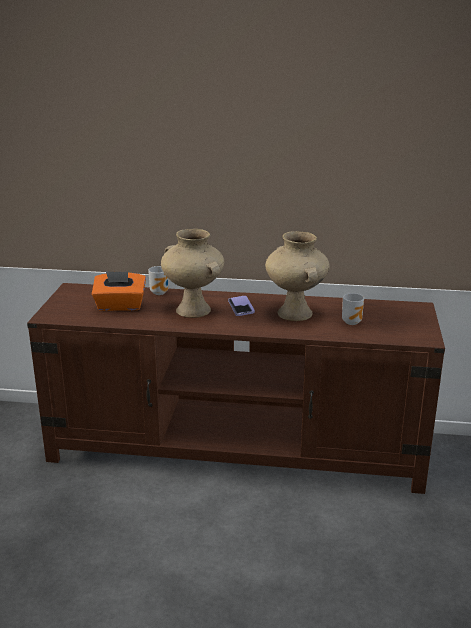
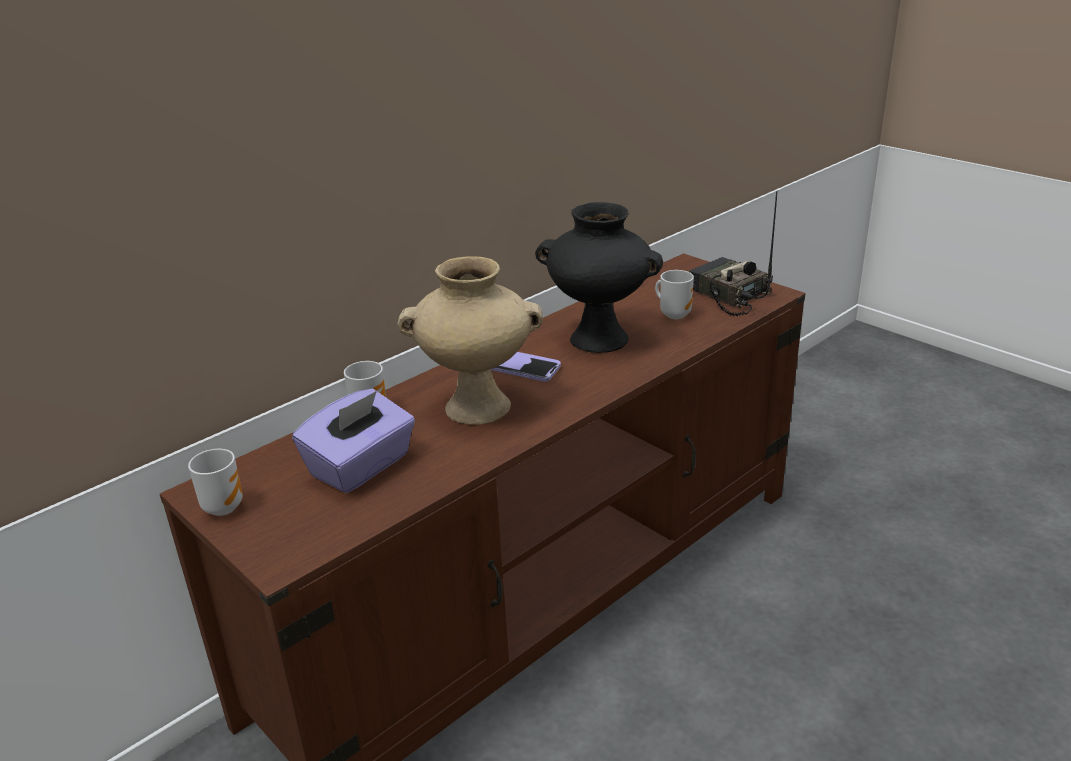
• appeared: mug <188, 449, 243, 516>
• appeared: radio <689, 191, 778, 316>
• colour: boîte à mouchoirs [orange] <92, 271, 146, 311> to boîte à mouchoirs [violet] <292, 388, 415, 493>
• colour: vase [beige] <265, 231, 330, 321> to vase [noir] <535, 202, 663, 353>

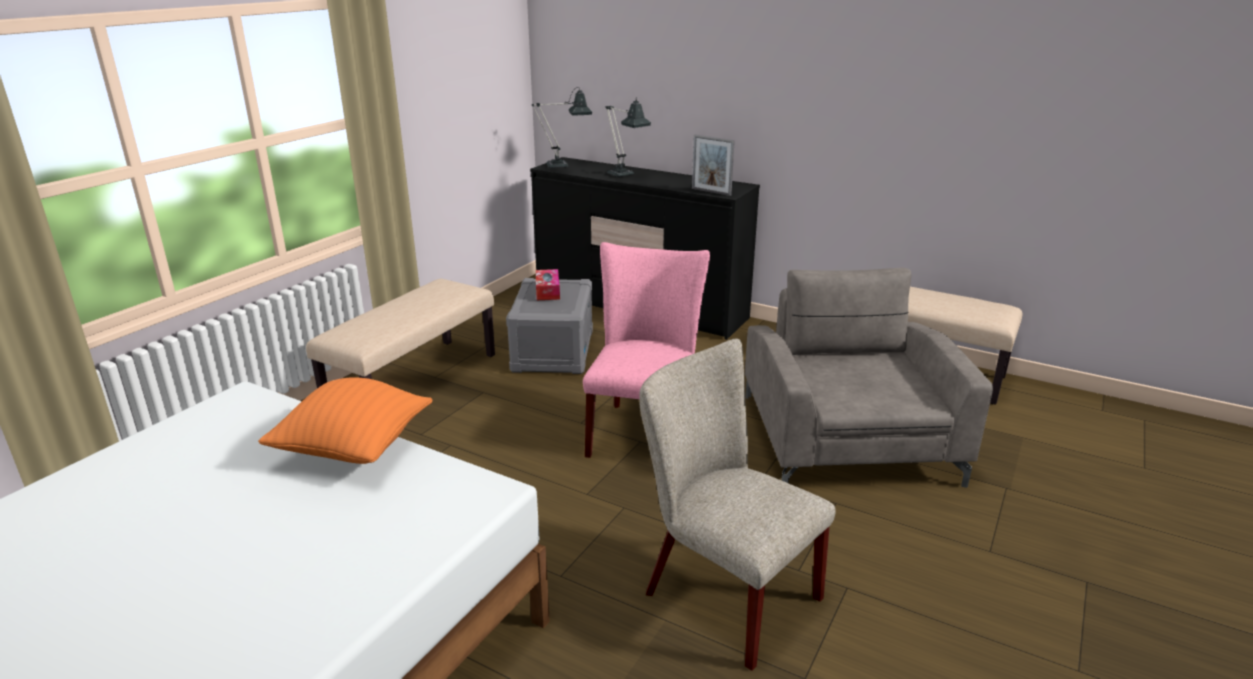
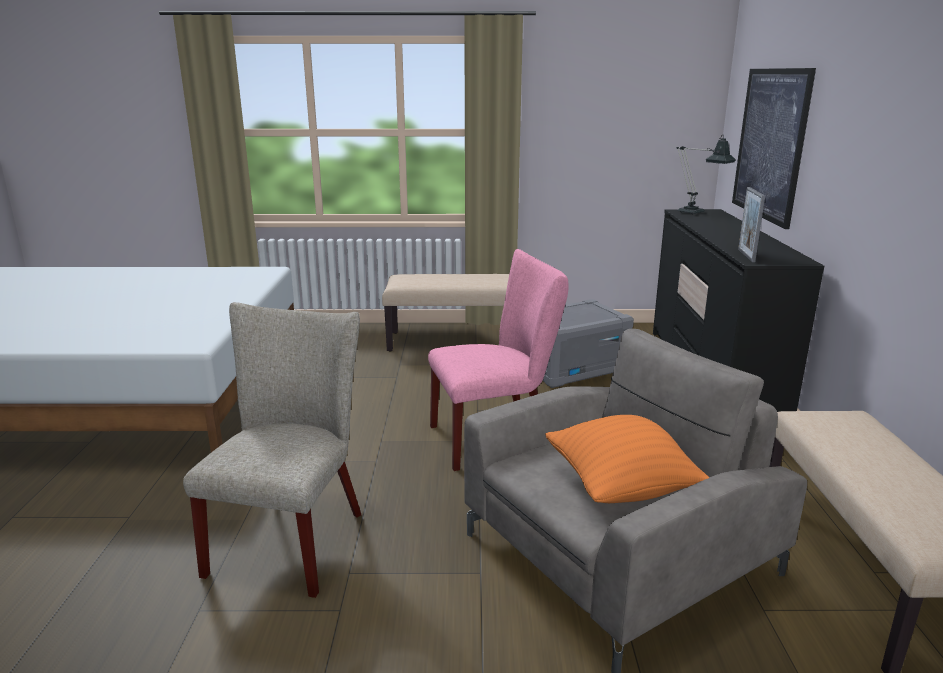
• missing: boîte à mouchoirs <536, 269, 560, 300>
• missing: lampe de table <606, 97, 651, 177>
• appeared: tableau <732, 68, 816, 229>
• relocated: coussin [orange] <258, 377, 433, 464> to <545, 415, 710, 503>

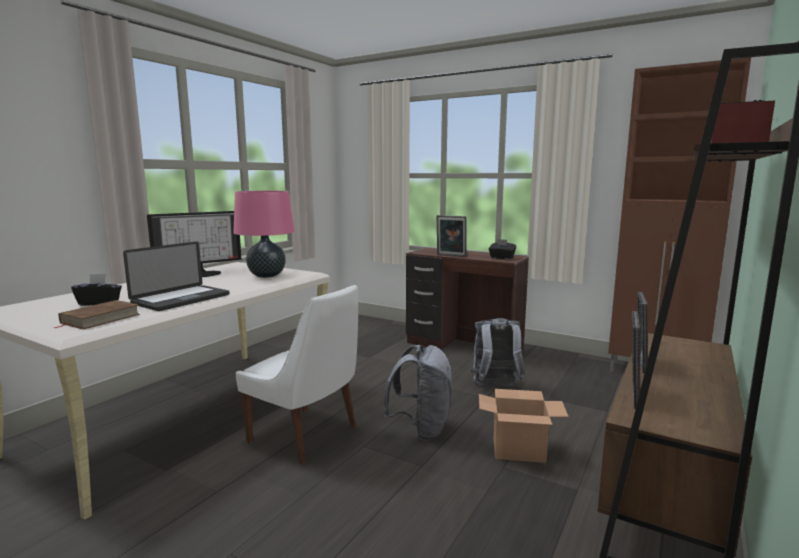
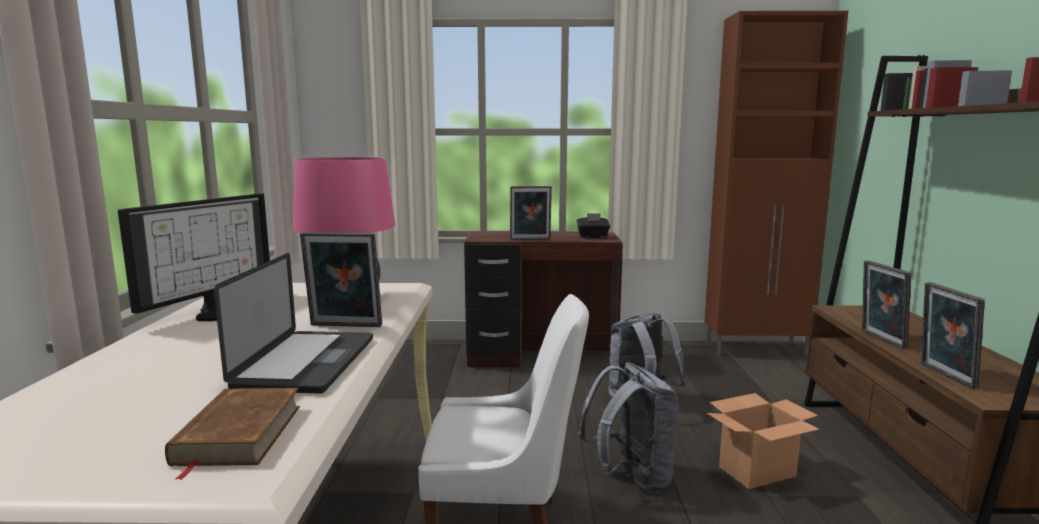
• missing: boîte à mouchoirs [noir] <71, 274, 122, 306>
• appeared: cadre photo <300, 232, 382, 327>

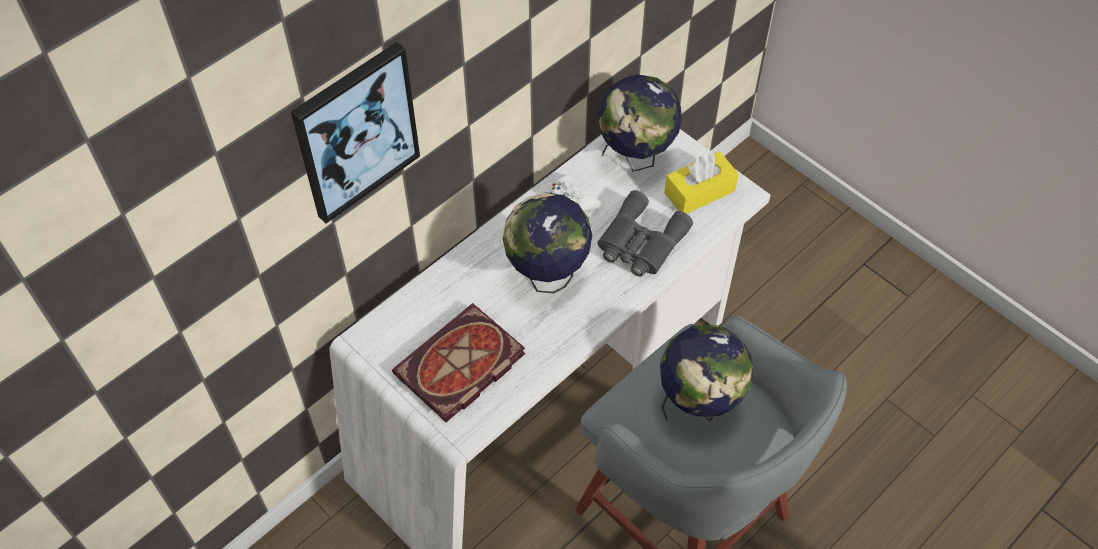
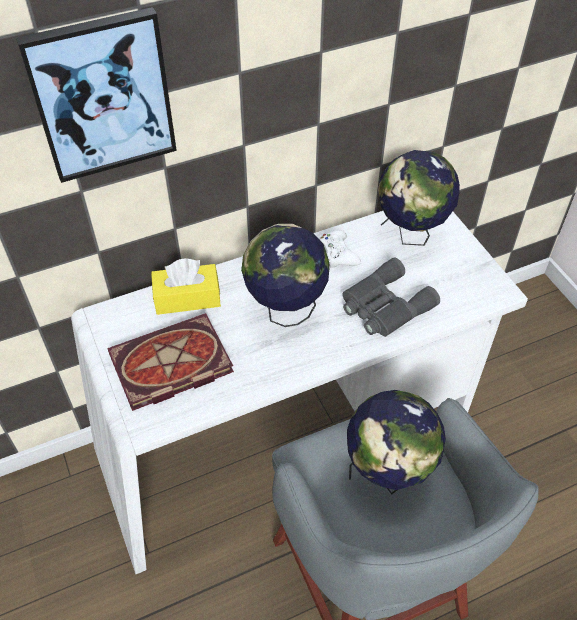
• relocated: boîte à mouchoirs [jaune] <664, 151, 739, 214> to <151, 258, 221, 315>

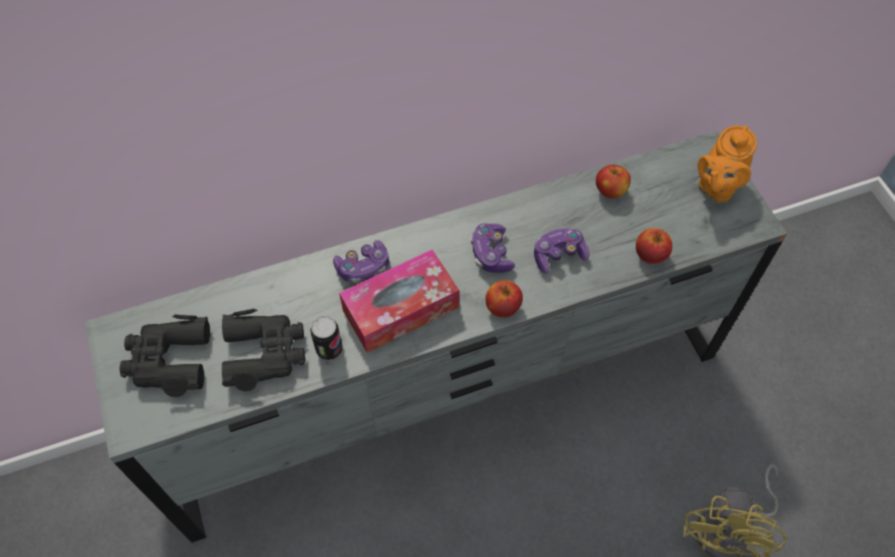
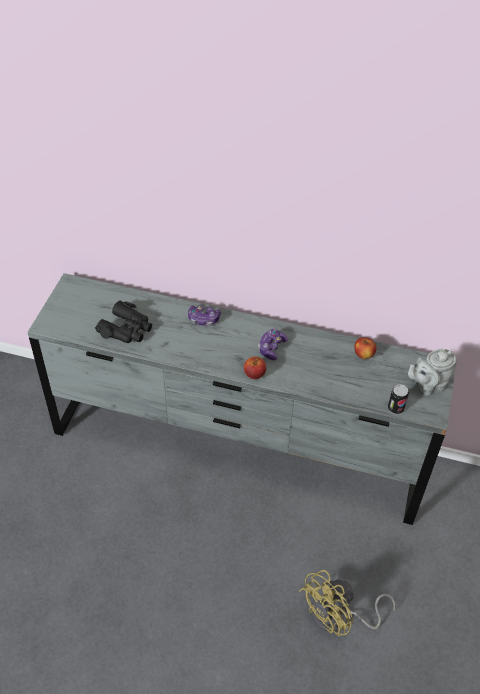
• missing: jumelles [noir] <120, 315, 210, 397>
• missing: boîte à mouchoirs <339, 249, 459, 353>
• missing: manette <534, 228, 590, 274>
• missing: pomme <636, 228, 672, 264>
• relocated: boîte métallique <310, 316, 343, 360> to <388, 384, 409, 414>
• colour: théière [orange] <697, 125, 757, 203> to théière [gris] <408, 349, 456, 396>

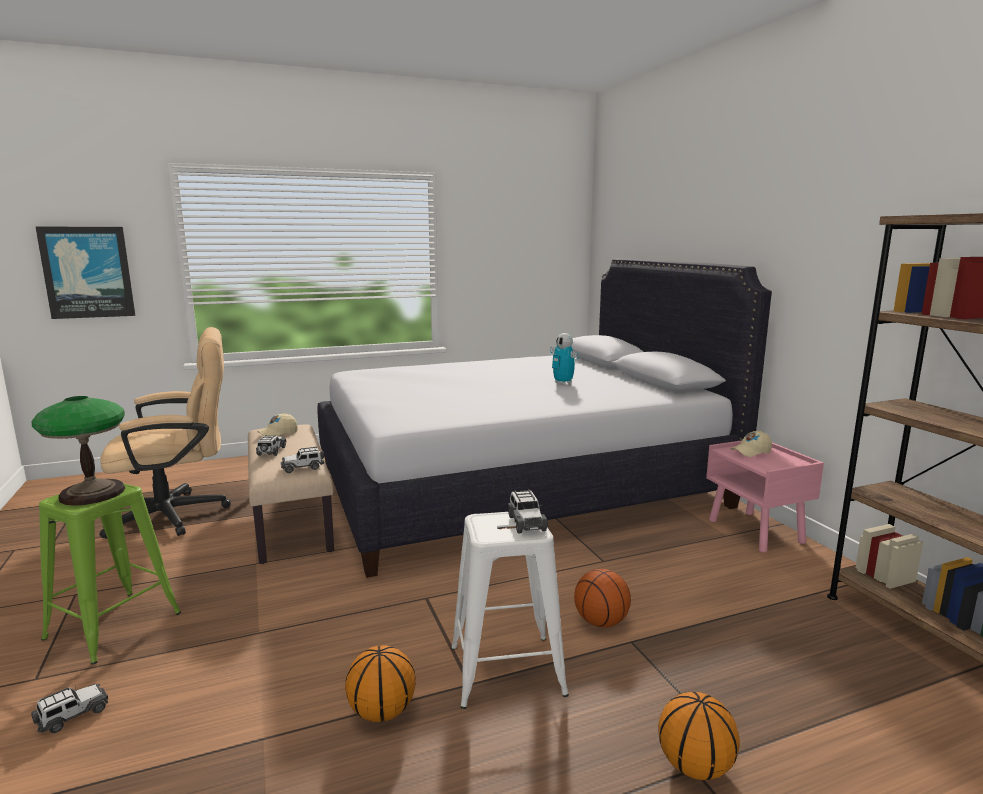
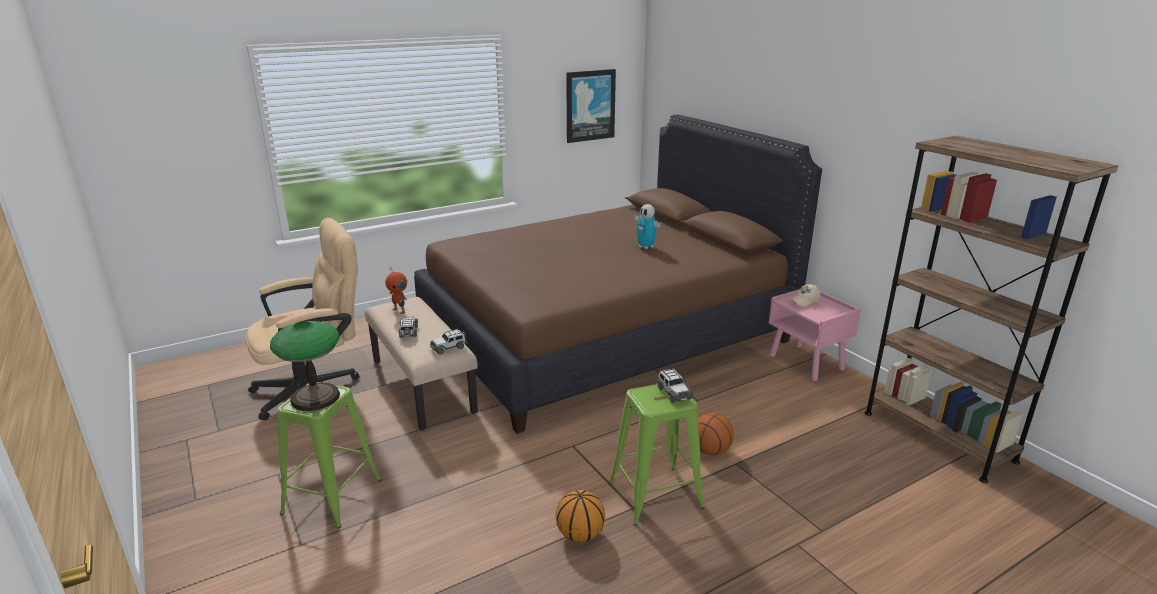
• missing: petite voiture <31, 684, 108, 733>
• missing: ballon de basket <658, 692, 740, 780>
• relocated: tableau <35, 226, 135, 319> to <566, 69, 616, 143>
• exchanged: casquette [beige] <257, 413, 298, 436> to robot jouet <385, 266, 407, 314>
• colour: lit [blanc] <317, 259, 772, 578> to lit [marron] <414, 114, 822, 434>
• colour: tabouret [blanc] <451, 512, 569, 709> to tabouret [vert] <609, 384, 705, 526>

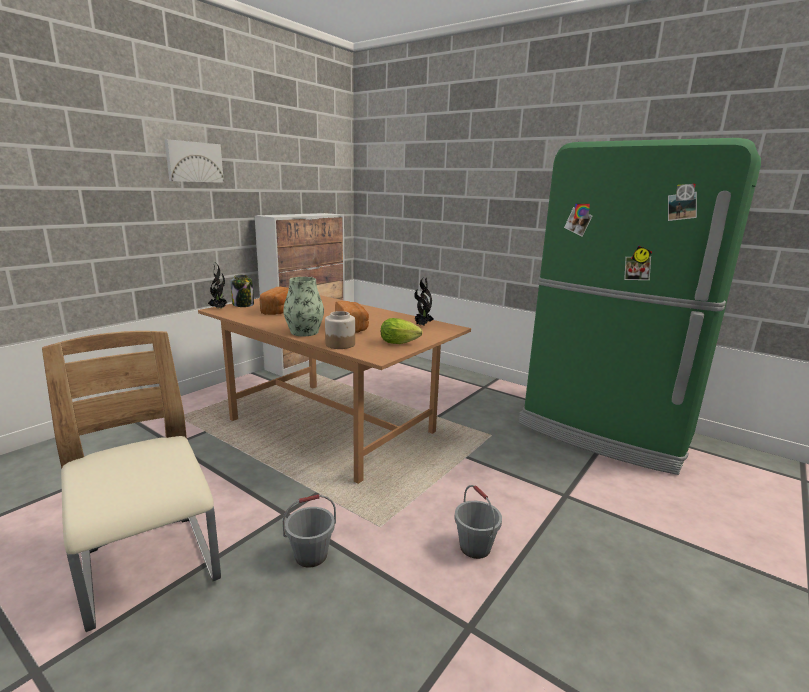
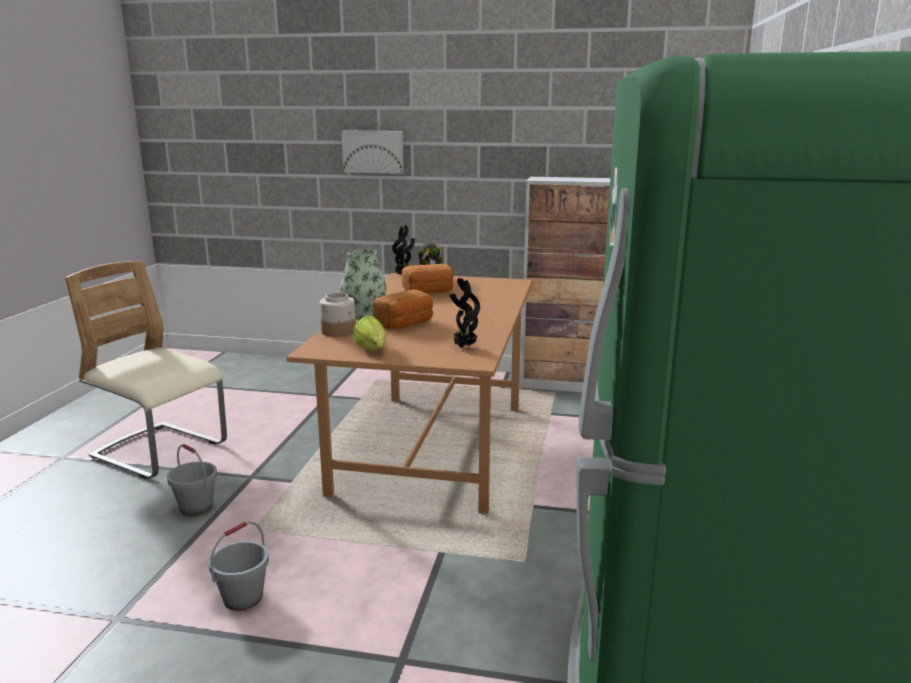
• relocated: tableau <165, 139, 224, 183> to <341, 131, 404, 174>
• spun: chaise [beige] <42, 331, 221, 632> = <65, 261, 227, 479> 90 degrees counterclockwise

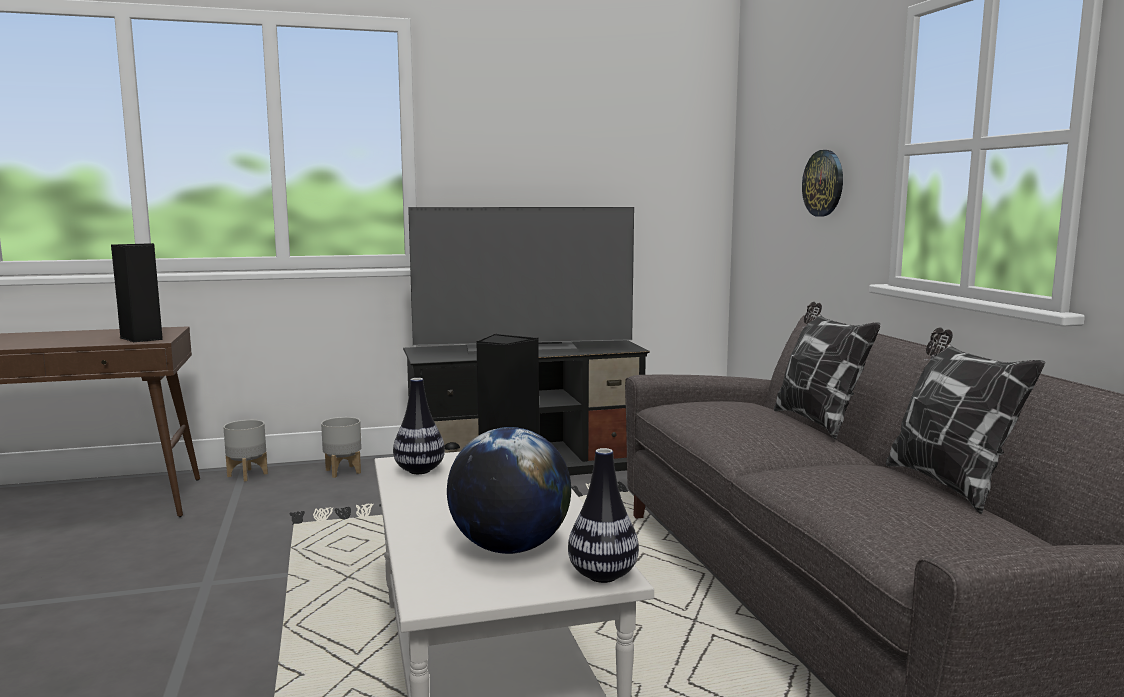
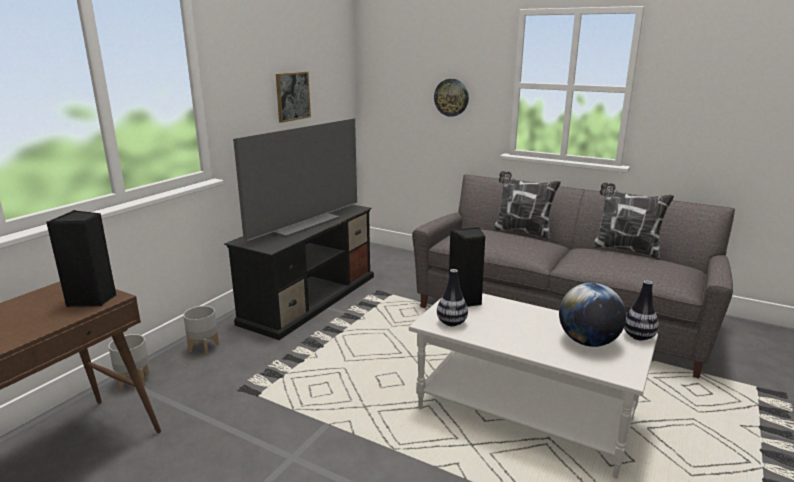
• appeared: tableau <276, 71, 311, 123>

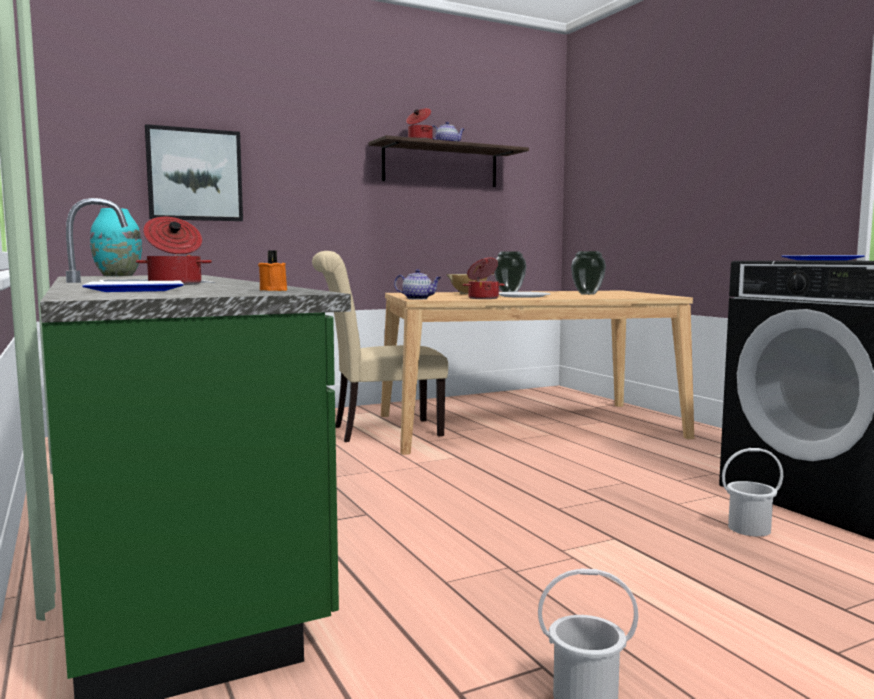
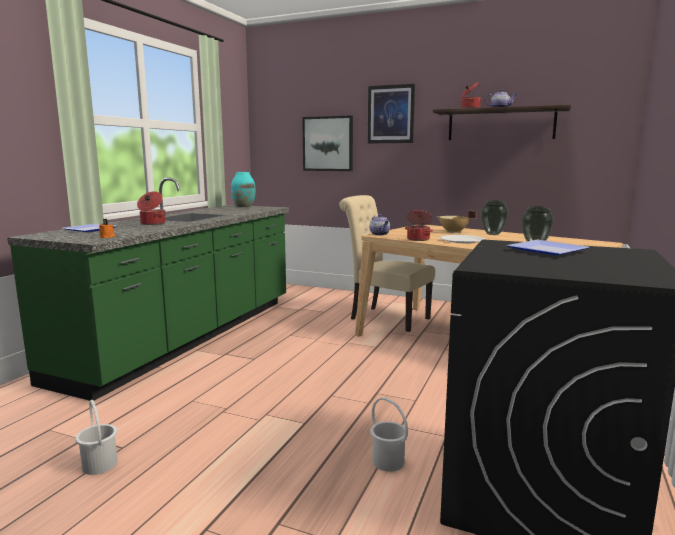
• appeared: tableau <368, 84, 415, 143>

